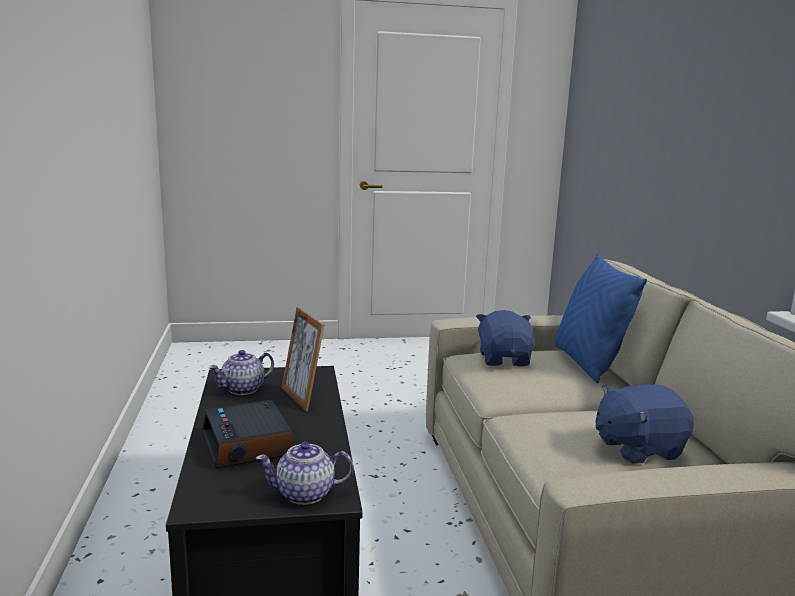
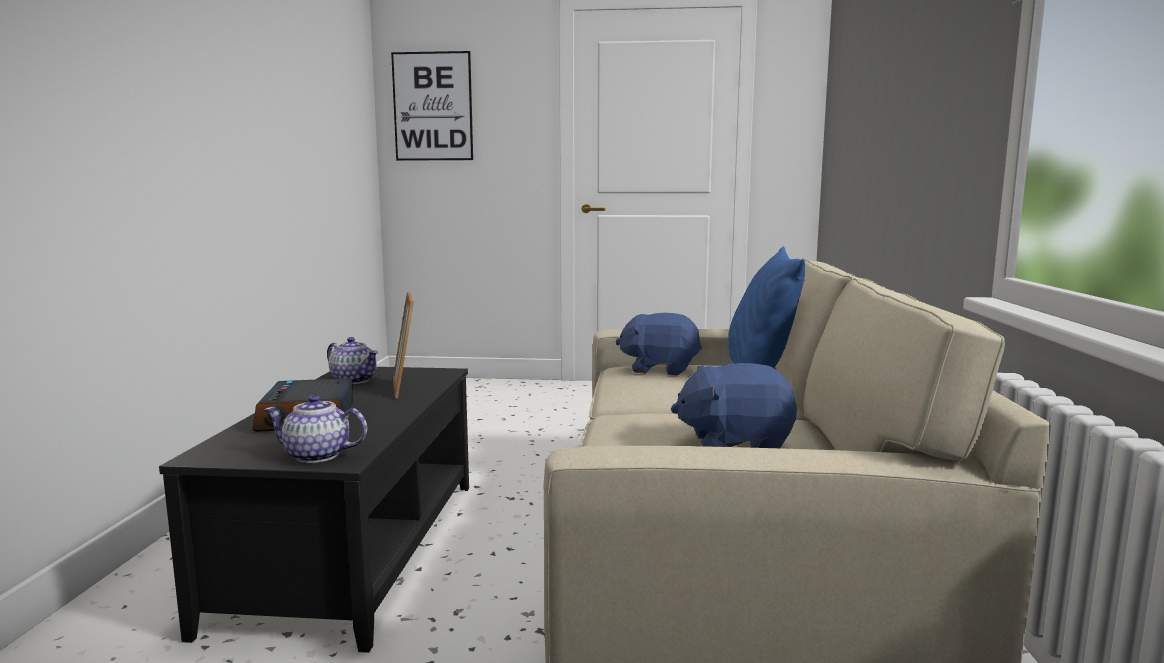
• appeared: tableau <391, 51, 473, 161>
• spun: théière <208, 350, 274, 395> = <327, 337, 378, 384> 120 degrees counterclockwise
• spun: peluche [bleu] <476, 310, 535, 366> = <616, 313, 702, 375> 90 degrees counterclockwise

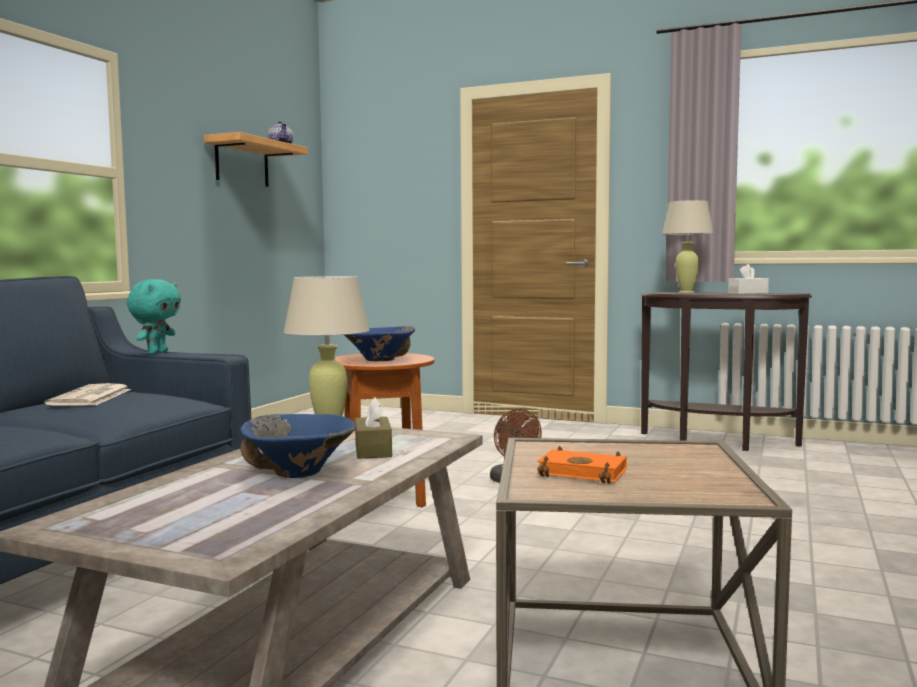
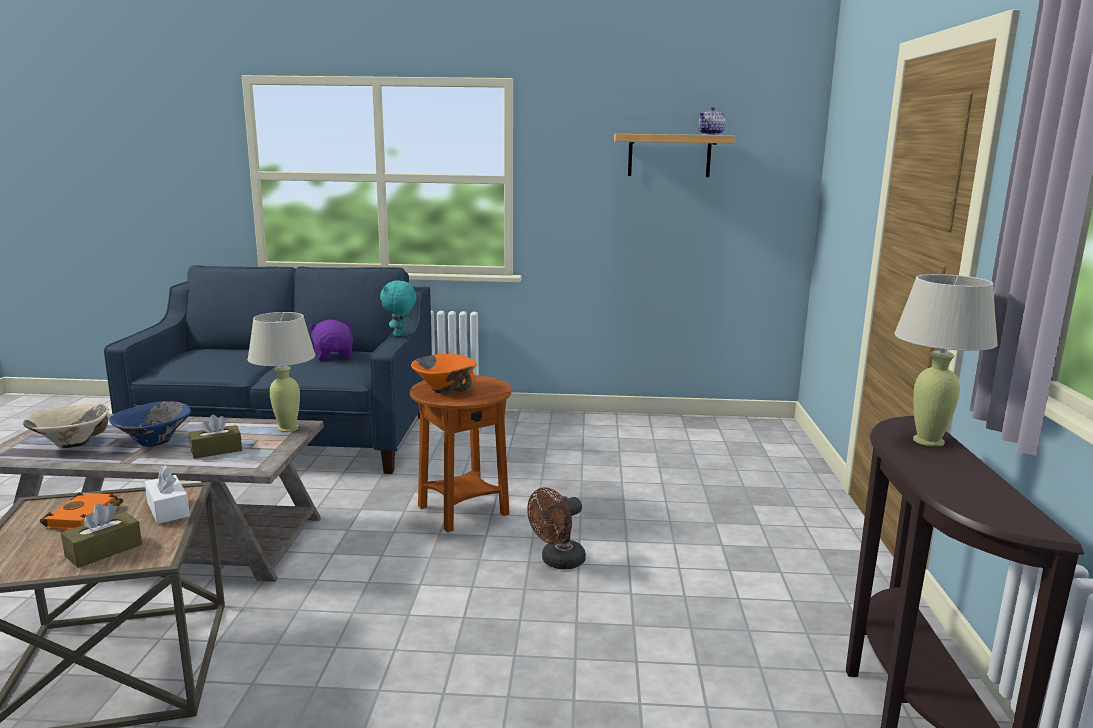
• appeared: bol [beige] <23, 403, 109, 448>
• appeared: boîte à mouchoirs [marron] <61, 503, 142, 568>
• relocated: boîte à mouchoirs [blanc] <728, 264, 769, 294> to <145, 465, 190, 524>
• exchanged: journal <45, 383, 131, 406> to peluche [violet] <308, 319, 353, 360>
• colour: bol [bleu] <345, 326, 415, 361> to bol [orange] <411, 354, 477, 394>
• spun: peluche [turquoise] <127, 279, 181, 354> = <380, 281, 416, 337> 105 degrees clockwise

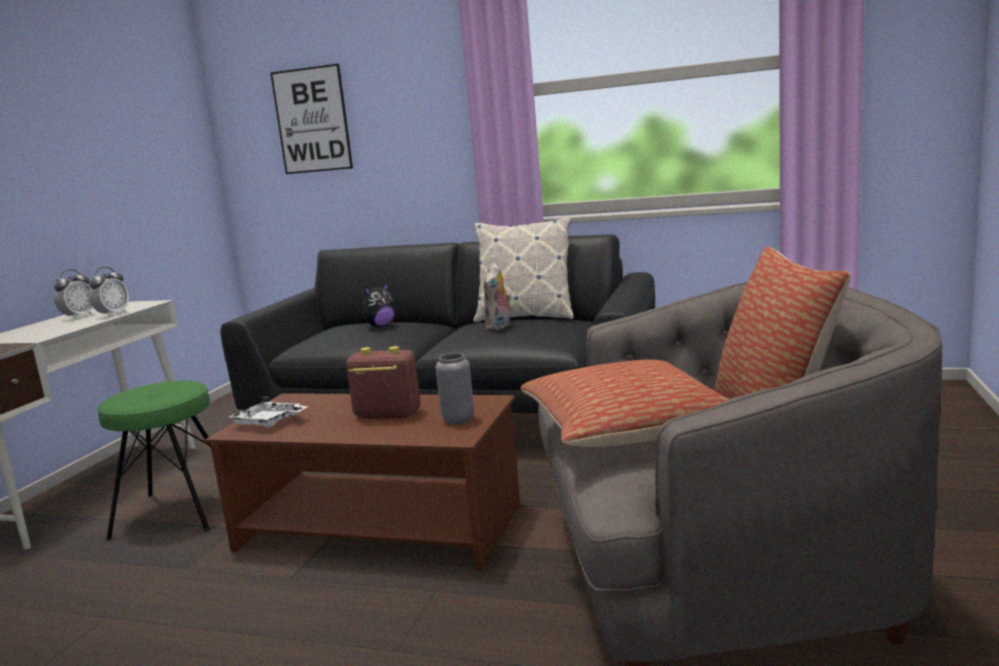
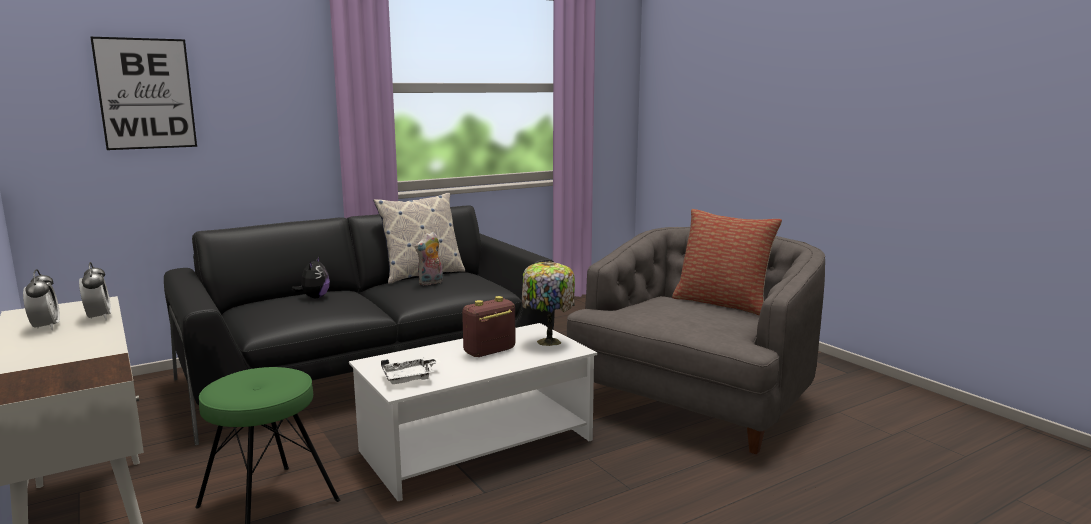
• missing: coussin <521, 359, 729, 447>
• exchanged: vase [gris] <436, 353, 474, 425> to lampe de table <522, 261, 575, 346>
• colour: table basse [marron] <205, 393, 520, 572> to table basse [blanc] <349, 323, 597, 501>
• spun: peluche <484, 263, 511, 330> = <415, 232, 443, 285> 75 degrees clockwise

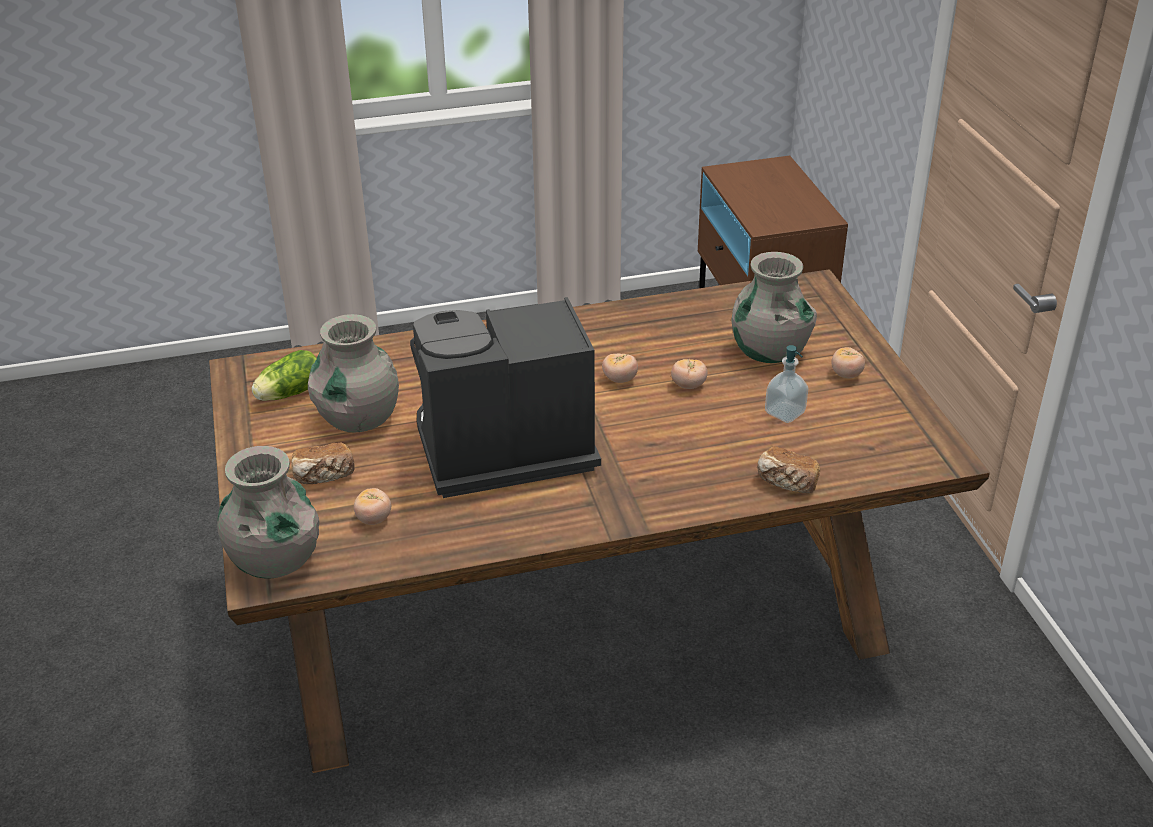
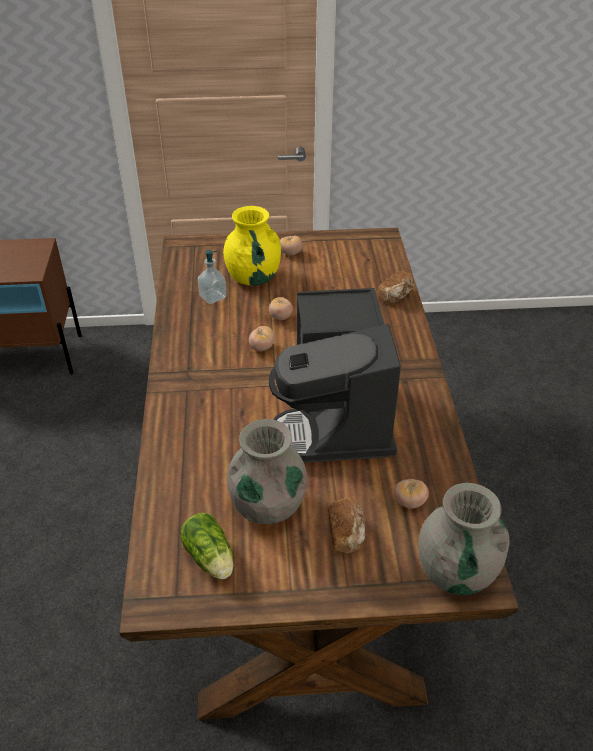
• relocated: distributeur de savon <765, 345, 809, 423> to <198, 250, 227, 304>
• colour: vase [gris] <731, 252, 817, 363> to vase [jaune] <223, 206, 281, 286>

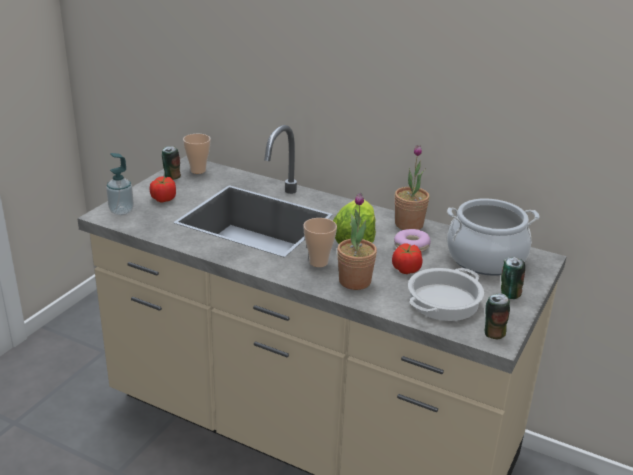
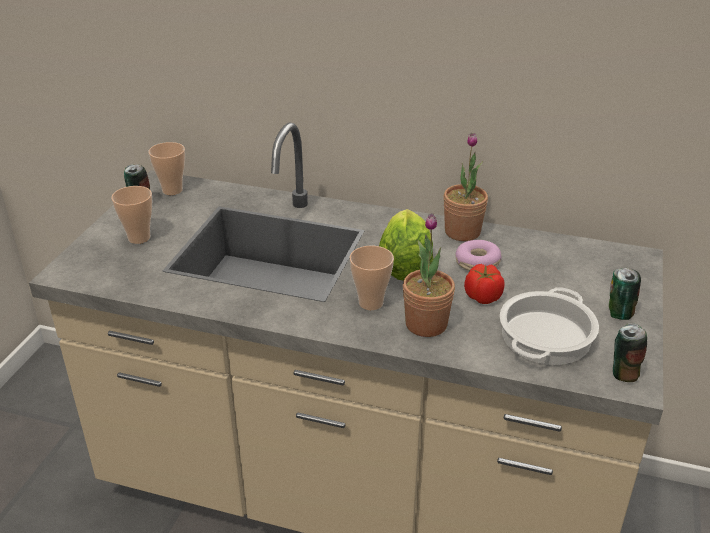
• missing: distributeur de savon <106, 153, 134, 215>
• missing: marmite <447, 198, 540, 276>
• exchanged: tomate <150, 176, 176, 202> to tasse <111, 186, 152, 244>

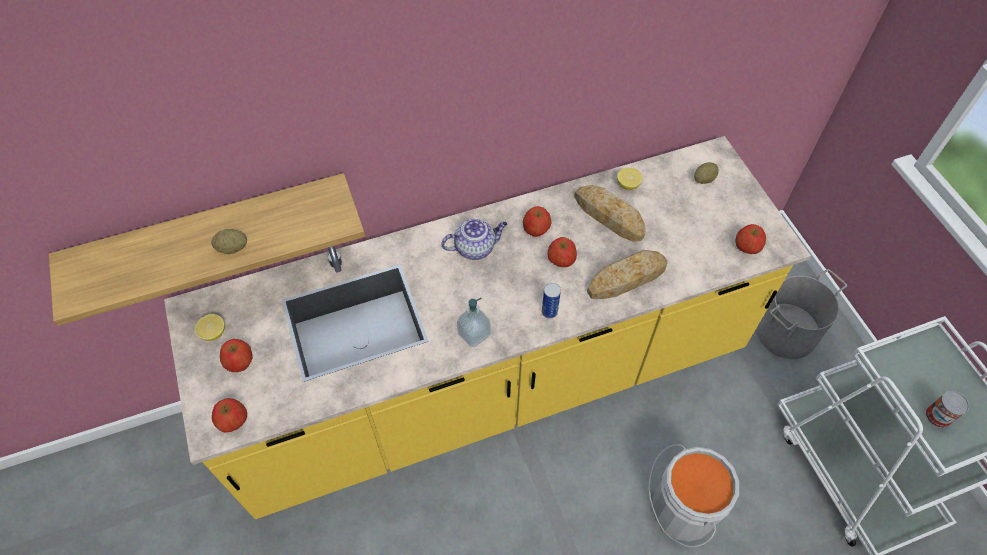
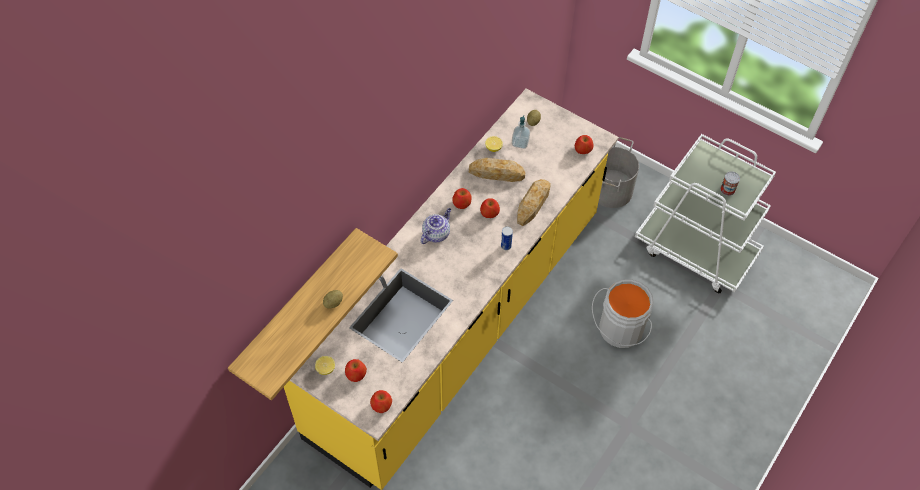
• relocated: distributeur de savon <457, 298, 491, 347> to <512, 115, 530, 149>

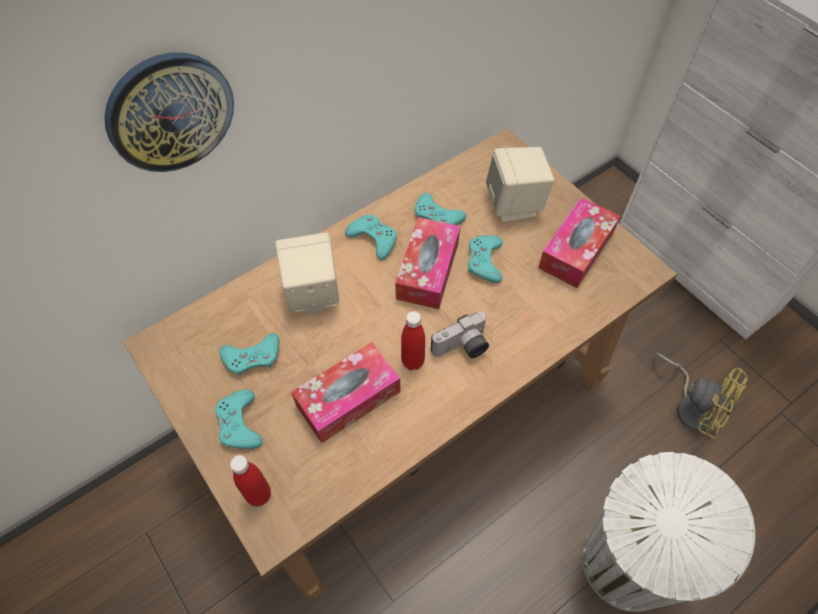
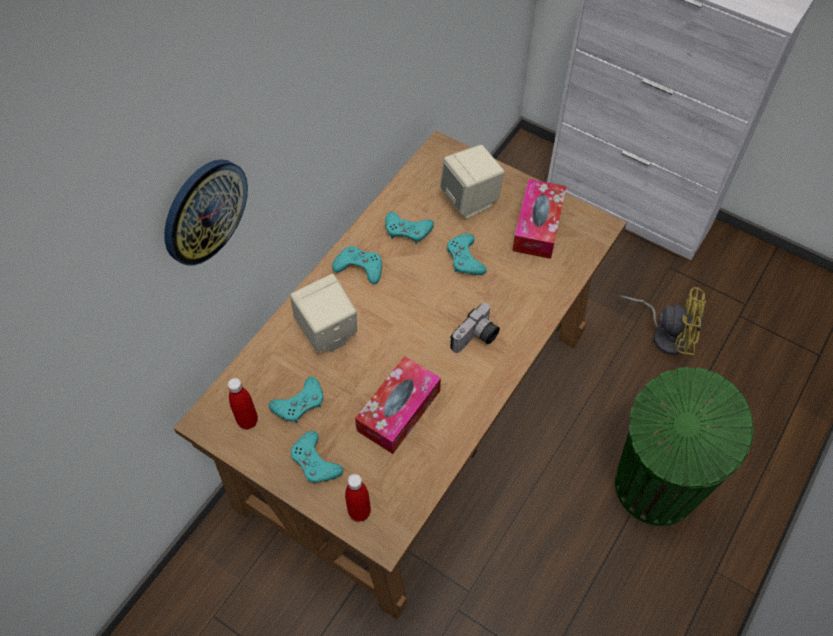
• missing: boîte à mouchoirs <395, 217, 460, 309>
• relocated: bouteille [rouge] <401, 311, 425, 370> to <227, 378, 258, 430>
• colour: poubelle [blanc] <582, 452, 755, 612> to poubelle [vert] <615, 367, 754, 526>

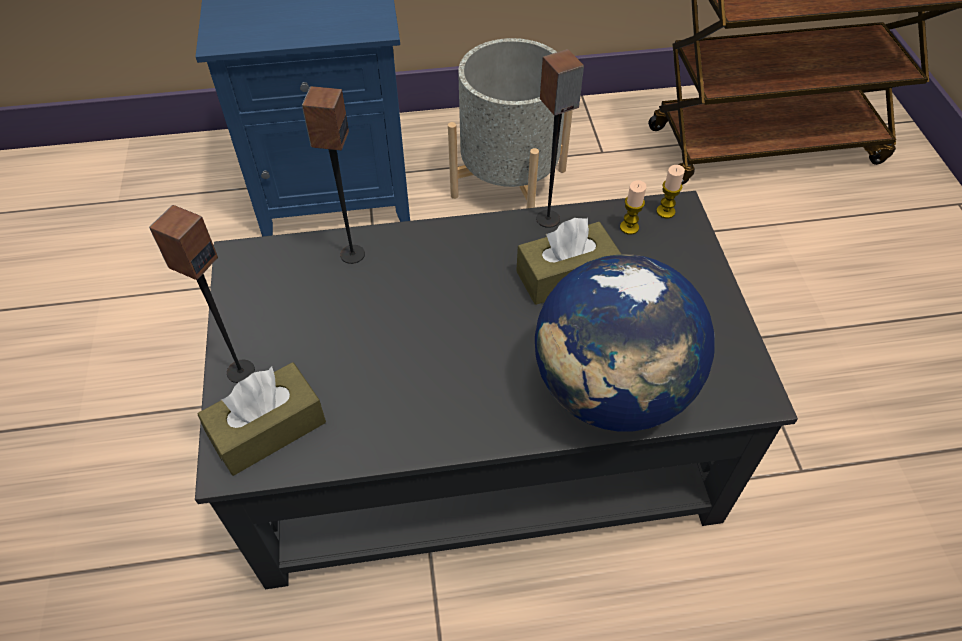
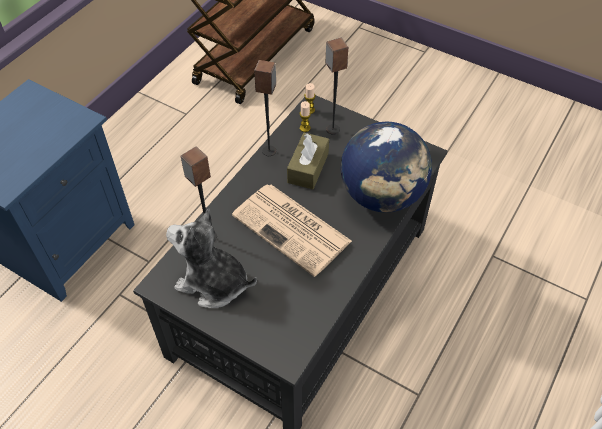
• missing: boîte à mouchoirs [marron] <197, 362, 326, 476>
• missing: cache-pot [gris] <448, 38, 573, 209>
• appeared: peluche <166, 208, 257, 308>
• appeared: journal <232, 184, 352, 277>
• relocated: enceinte <149, 205, 255, 383> to <325, 38, 348, 135>

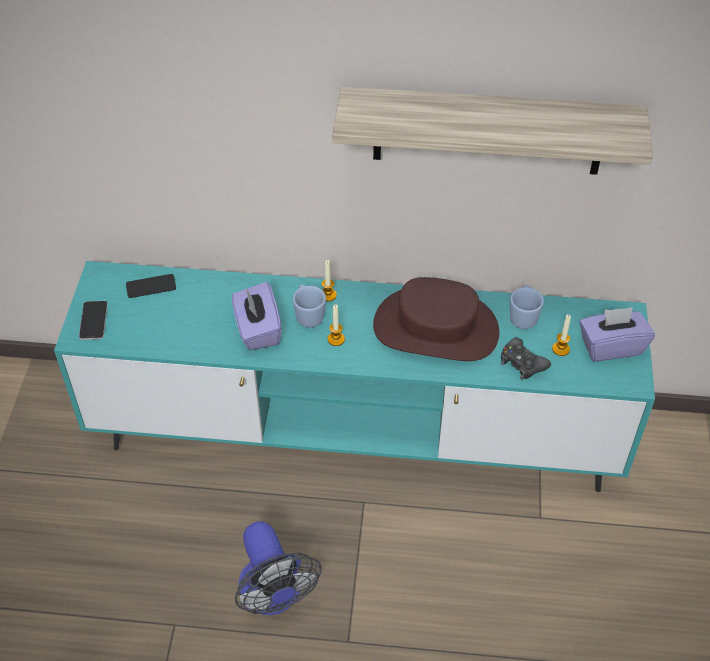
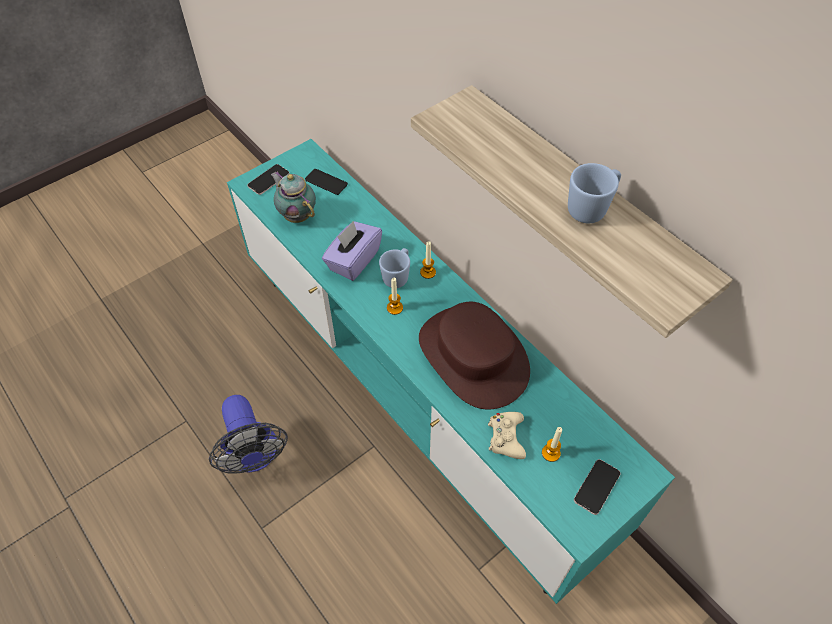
• appeared: théière <271, 171, 316, 223>
• relocated: mug [bleu] <510, 285, 544, 329> to <568, 163, 621, 223>
• exchanged: boîte à mouchoirs [violet] <579, 307, 655, 361> to téléphone <574, 459, 621, 515>
• colour: manette [noir] <501, 337, 551, 380> to manette [beige] <488, 412, 526, 459>
• spun: ventilateur <235, 521, 322, 615> = <209, 395, 288, 474> 45 degrees counterclockwise

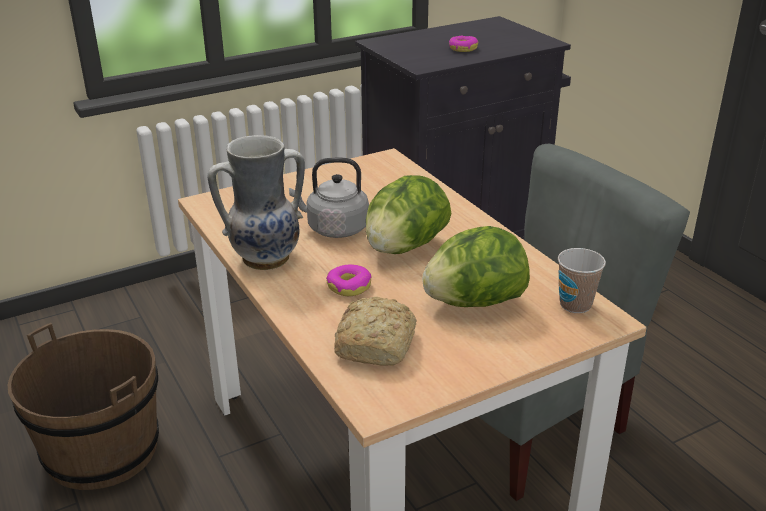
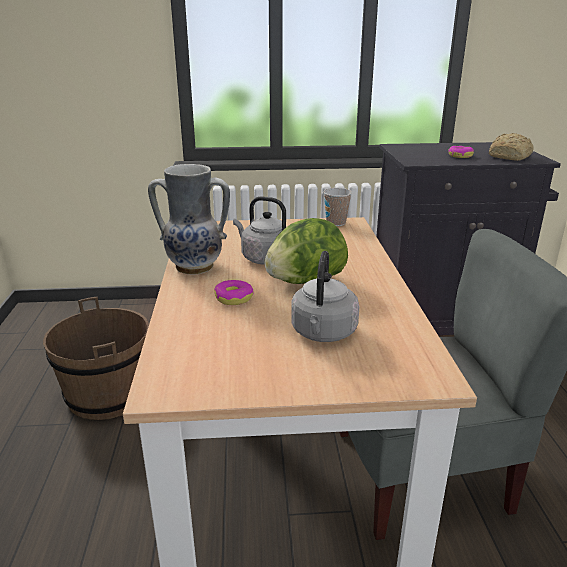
• relocated: pain <334, 297, 417, 366> to <489, 133, 534, 161>
• relocated: tasse <558, 248, 606, 313> to <323, 188, 352, 226>
• exchanged: laitue <422, 226, 530, 307> to bouilloire [gris] <291, 251, 360, 342>

